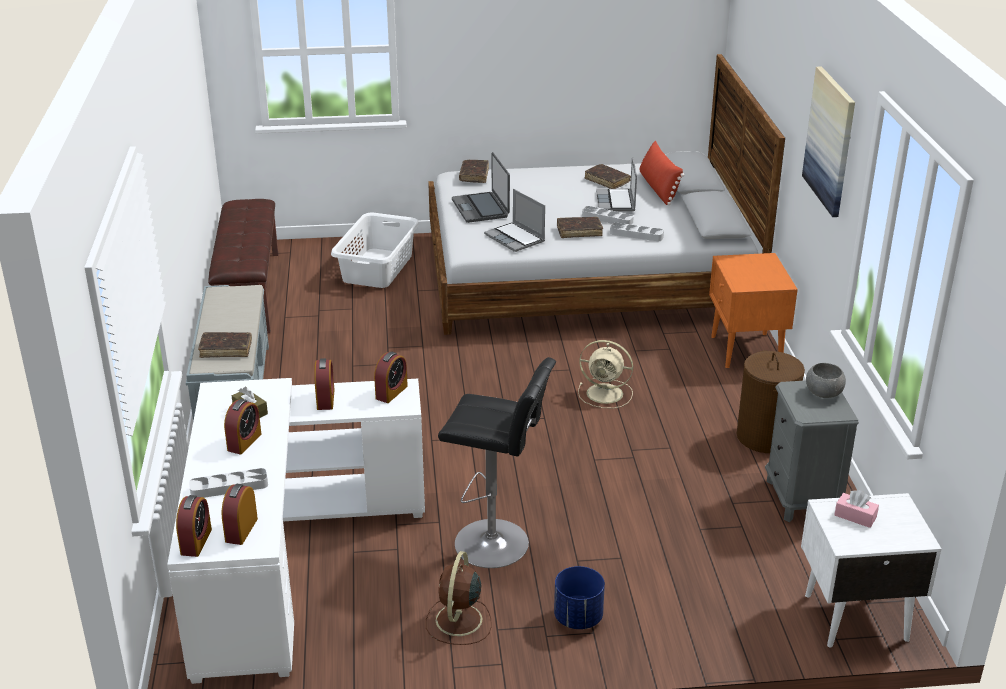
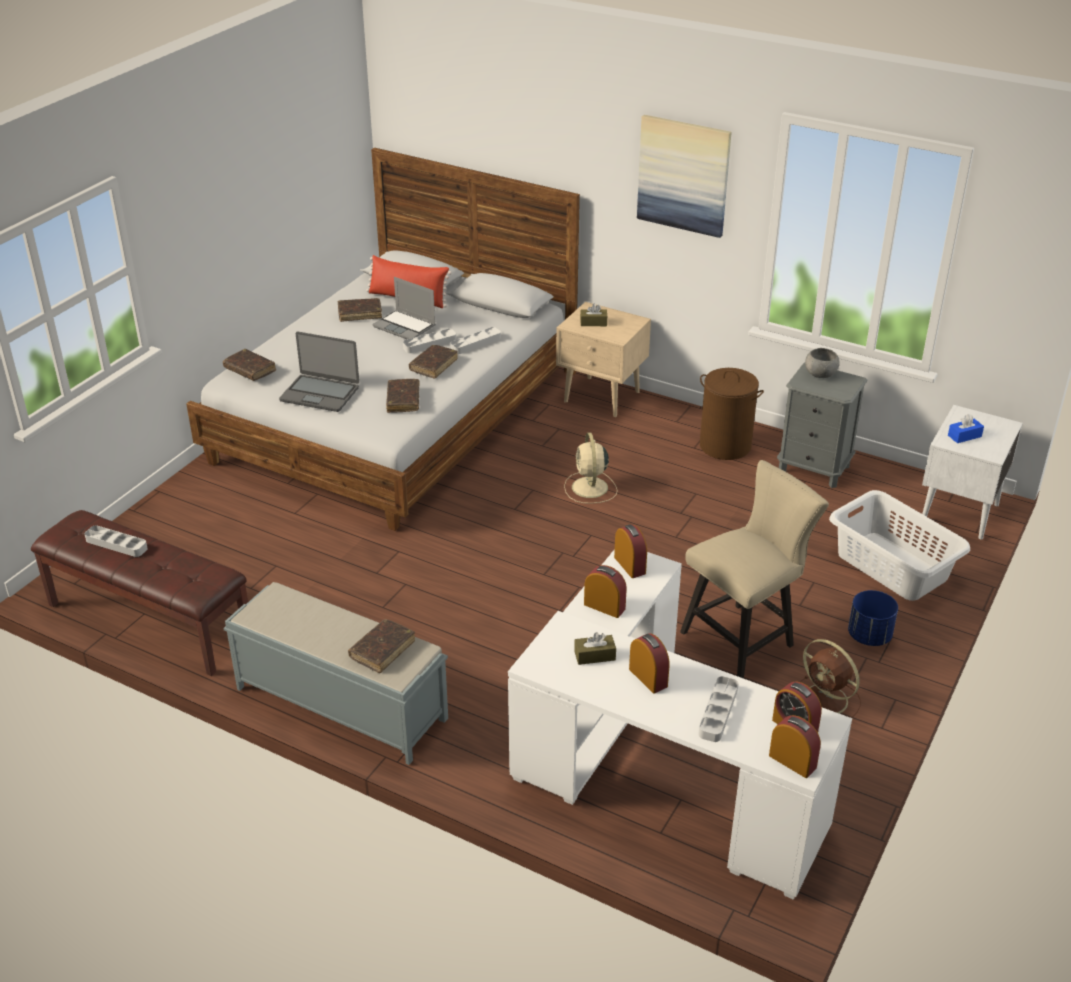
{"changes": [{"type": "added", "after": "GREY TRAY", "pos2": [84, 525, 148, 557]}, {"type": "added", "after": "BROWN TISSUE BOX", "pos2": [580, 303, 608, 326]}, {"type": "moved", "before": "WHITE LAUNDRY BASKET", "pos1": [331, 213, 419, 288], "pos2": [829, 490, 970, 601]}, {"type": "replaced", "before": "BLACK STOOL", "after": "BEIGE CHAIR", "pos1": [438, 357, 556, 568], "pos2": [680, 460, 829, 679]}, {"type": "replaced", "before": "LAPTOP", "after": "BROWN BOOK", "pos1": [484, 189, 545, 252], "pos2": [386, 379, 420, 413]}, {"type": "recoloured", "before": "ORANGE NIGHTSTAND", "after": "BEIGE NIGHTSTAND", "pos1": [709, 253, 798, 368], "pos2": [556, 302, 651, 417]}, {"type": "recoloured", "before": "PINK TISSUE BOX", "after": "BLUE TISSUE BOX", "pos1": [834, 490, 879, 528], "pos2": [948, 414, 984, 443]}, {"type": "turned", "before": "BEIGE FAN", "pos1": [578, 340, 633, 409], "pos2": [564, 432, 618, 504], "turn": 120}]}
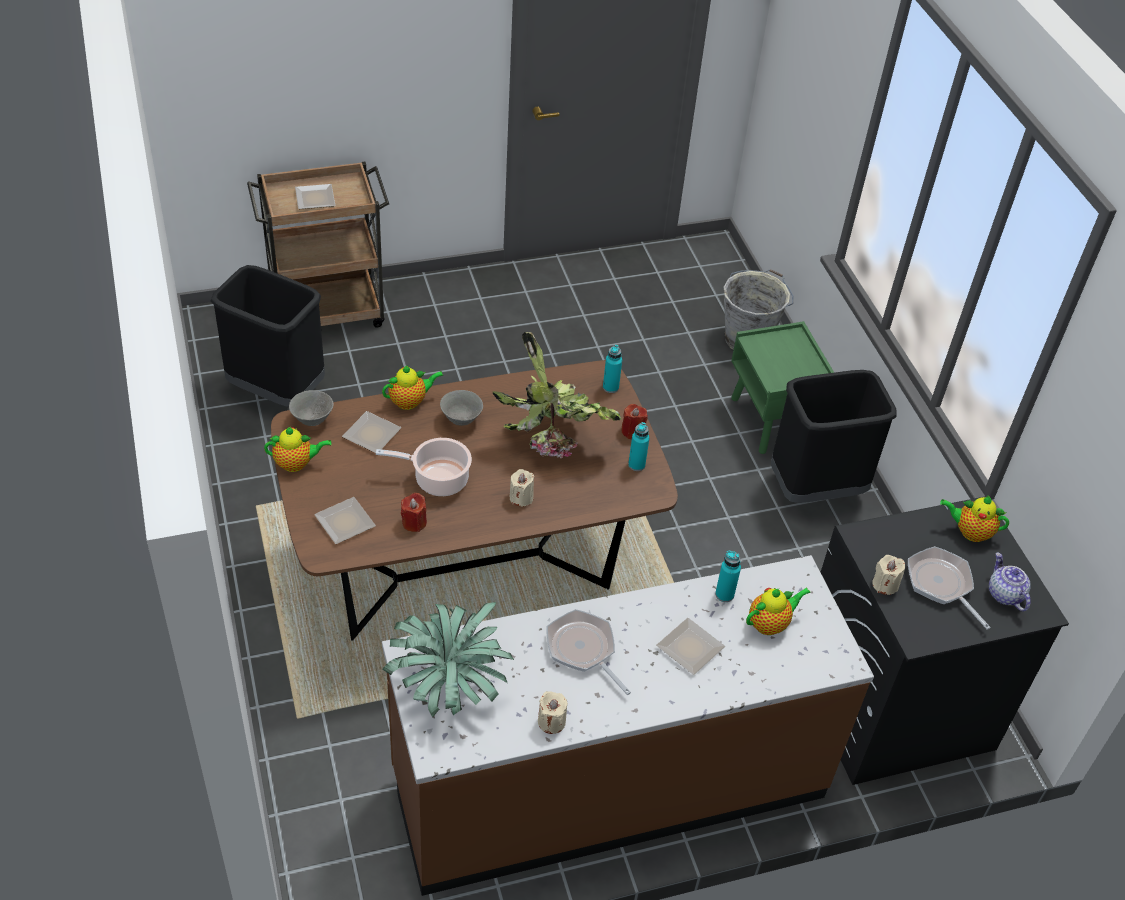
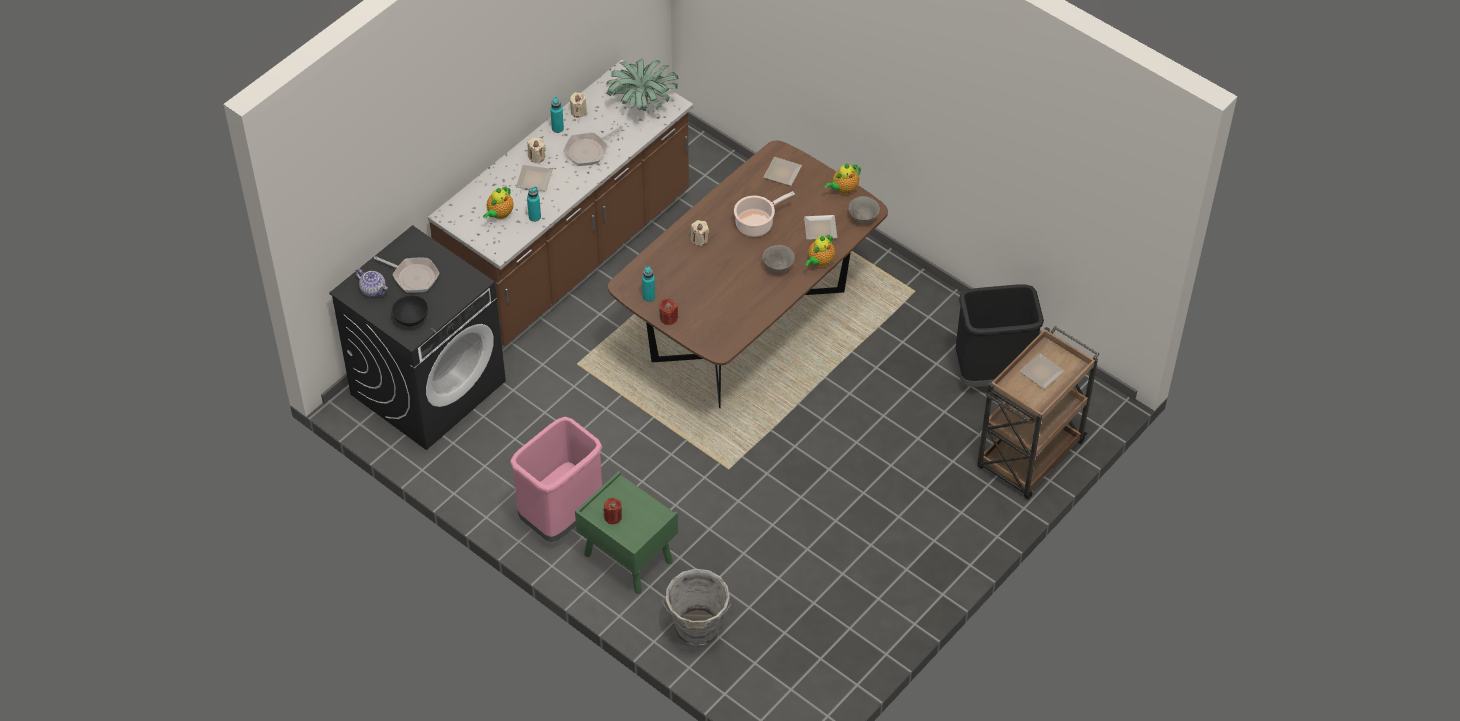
{"changes": [{"type": "removed", "before": "POTTED PLANT", "pos1": [493, 332, 621, 459]}, {"type": "moved", "before": "RED CANDLE", "pos1": [401, 493, 427, 532], "pos2": [604, 498, 622, 524]}, {"type": "moved", "before": "TURQUOISE BOTTLE", "pos1": [603, 345, 622, 393], "pos2": [550, 97, 564, 133]}, {"type": "moved", "before": "BEIGE CANDLE", "pos1": [872, 555, 905, 595], "pos2": [527, 137, 546, 163]}, {"type": "replaced", "before": "TEAPOT", "after": "BLACK BOWL", "pos1": [940, 496, 1009, 542], "pos2": [392, 295, 428, 327]}, {"type": "recoloured", "before": "BLACK TRASH CAN", "after": "PINK TRASH CAN", "pos1": [771, 370, 896, 503], "pos2": [510, 417, 602, 542]}, {"type": "turned", "before": "FRYING PAN", "pos1": [547, 609, 631, 695], "pos2": [563, 126, 623, 166], "turn": 120}]}
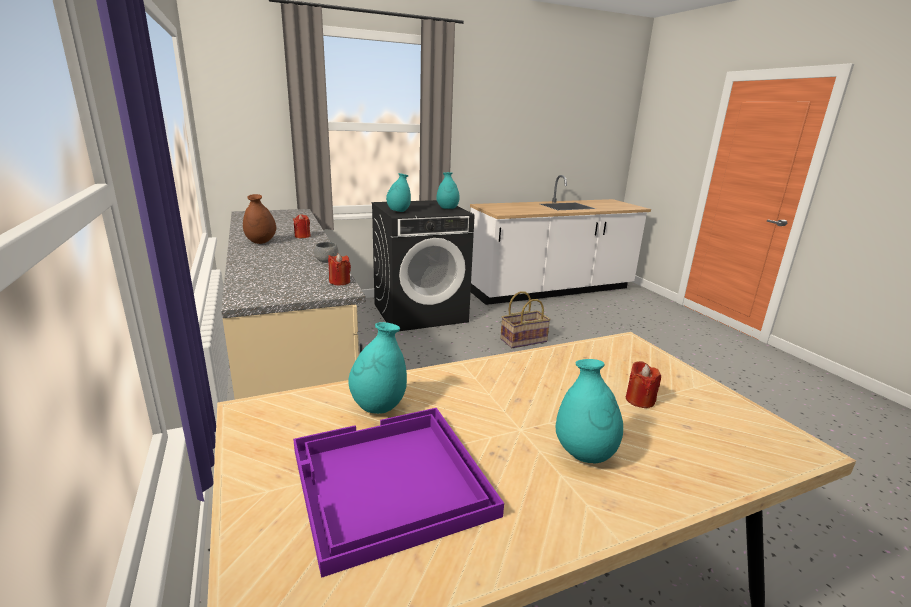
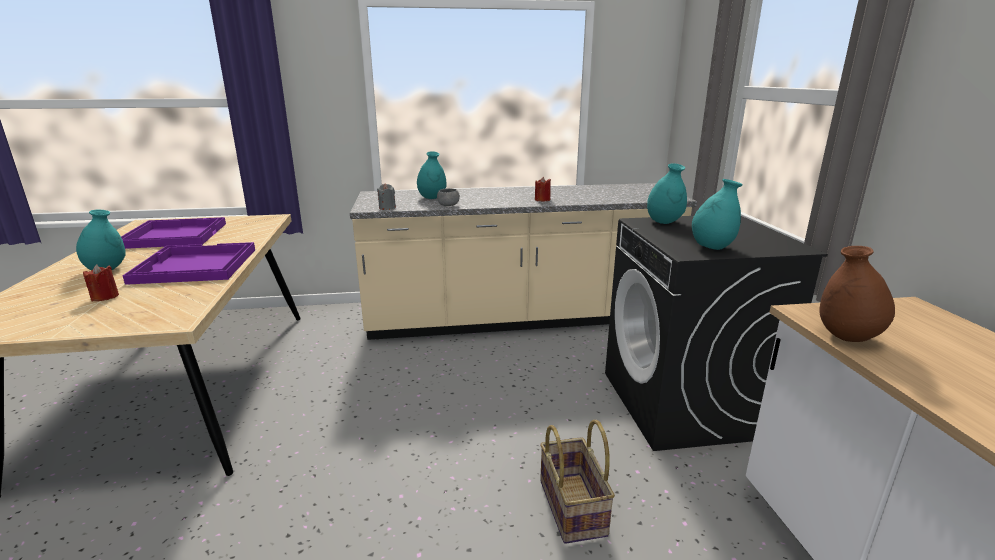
{"changes": [{"type": "added", "after": "PURPLE TRAY", "pos2": [123, 242, 255, 285]}, {"type": "moved", "before": "BROWN VASE", "pos1": [243, 194, 276, 244], "pos2": [820, 246, 895, 342]}, {"type": "moved", "before": "TURQUOISE VASE", "pos1": [348, 322, 407, 414], "pos2": [417, 151, 447, 199]}, {"type": "recoloured", "before": "RED CANDLE", "after": "GREY CANDLE", "pos1": [328, 253, 351, 285], "pos2": [377, 183, 396, 210]}]}
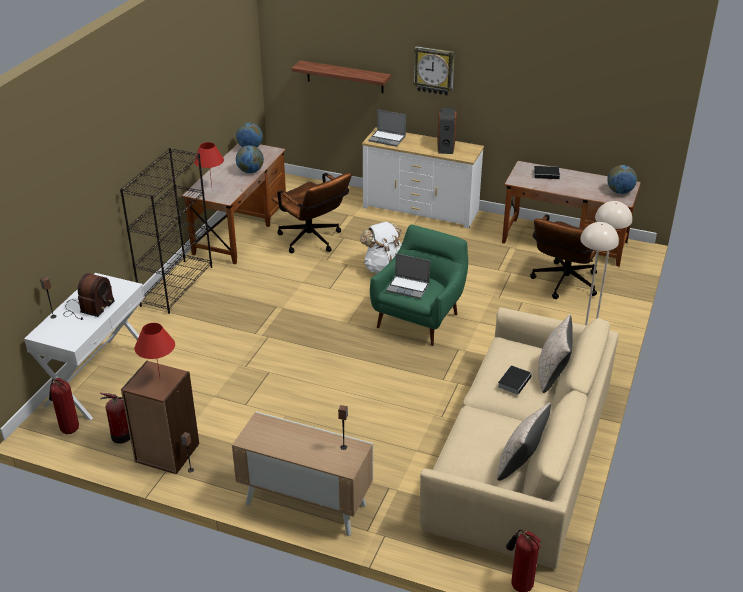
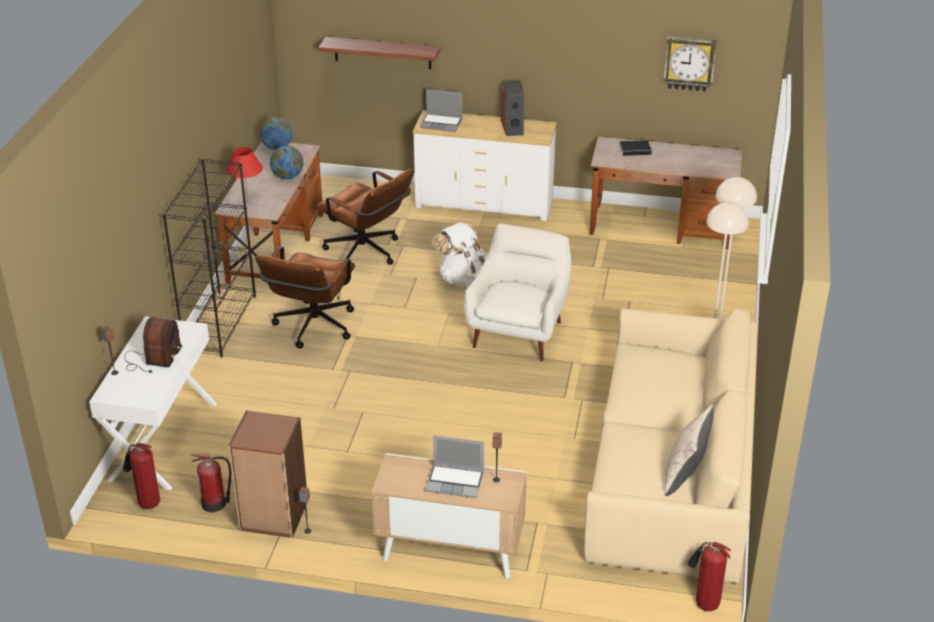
{"changes": [{"type": "removed", "before": "RED TABLE LAMP", "pos1": [135, 323, 175, 376]}, {"type": "removed", "before": "BOOK", "pos1": [498, 365, 532, 395]}, {"type": "removed", "before": "BEIGE PILLOW", "pos1": [538, 315, 573, 393]}, {"type": "removed", "before": "GLOBE", "pos1": [607, 165, 637, 194]}, {"type": "moved", "before": "LAPTOP", "pos1": [386, 253, 430, 299], "pos2": [426, 435, 484, 498]}, {"type": "moved", "before": "WALL CLOCK", "pos1": [413, 46, 455, 95], "pos2": [664, 36, 717, 92]}, {"type": "moved", "before": "BROWN OFFICE CHAIR", "pos1": [530, 214, 597, 299], "pos2": [255, 246, 355, 349]}, {"type": "recoloured", "before": "GREEN ARMCHAIR", "after": "WHITE ARMCHAIR", "pos1": [370, 225, 468, 346], "pos2": [464, 224, 571, 361]}]}
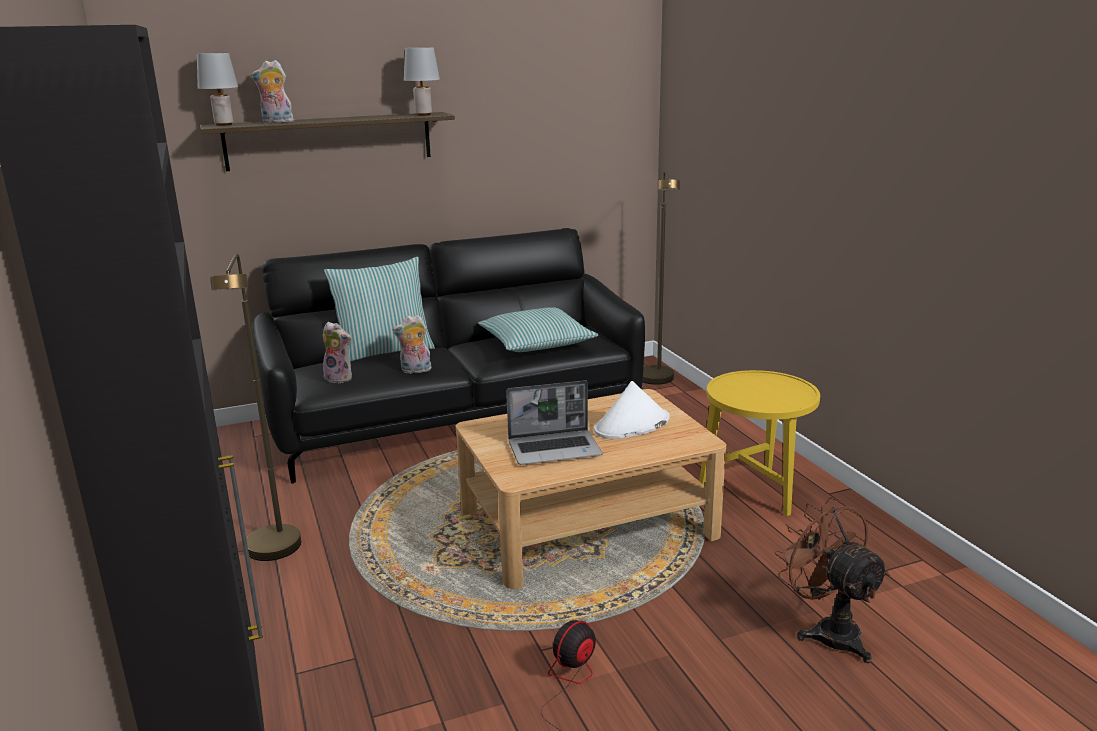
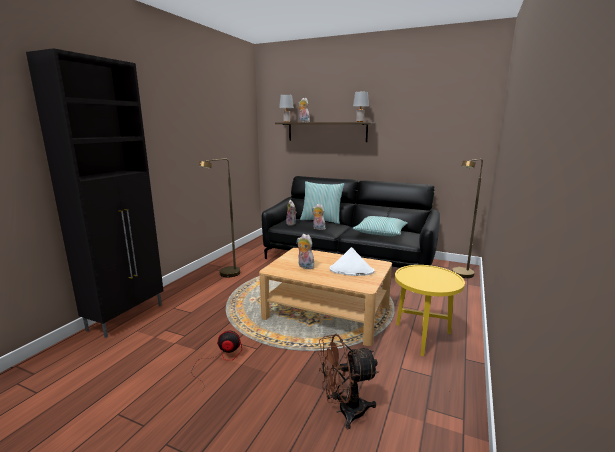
{"changes": [{"type": "replaced", "before": "LAPTOP", "after": "PLUSH TOY", "pos1": [506, 380, 602, 465], "pos2": [297, 234, 314, 269]}, {"type": "turned", "before": "BROWN FAN", "pos1": [775, 497, 890, 663], "pos2": [318, 334, 379, 429], "turn": -120}]}
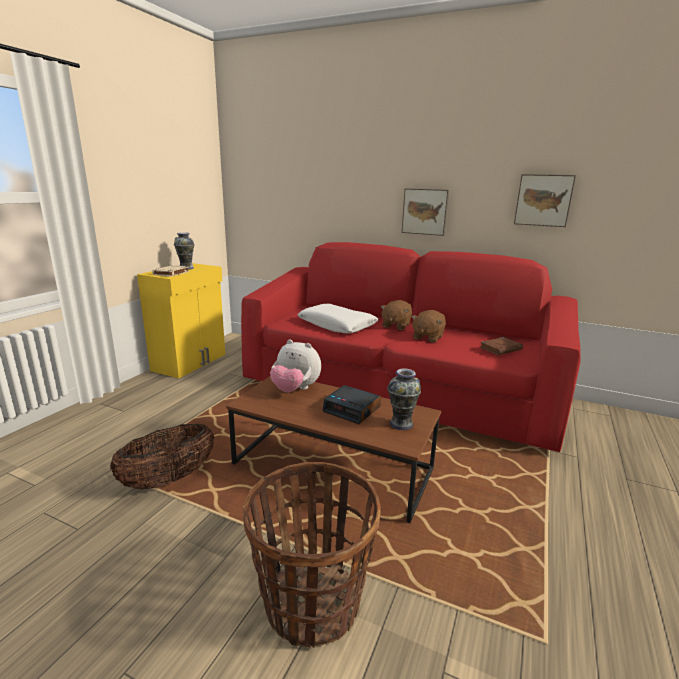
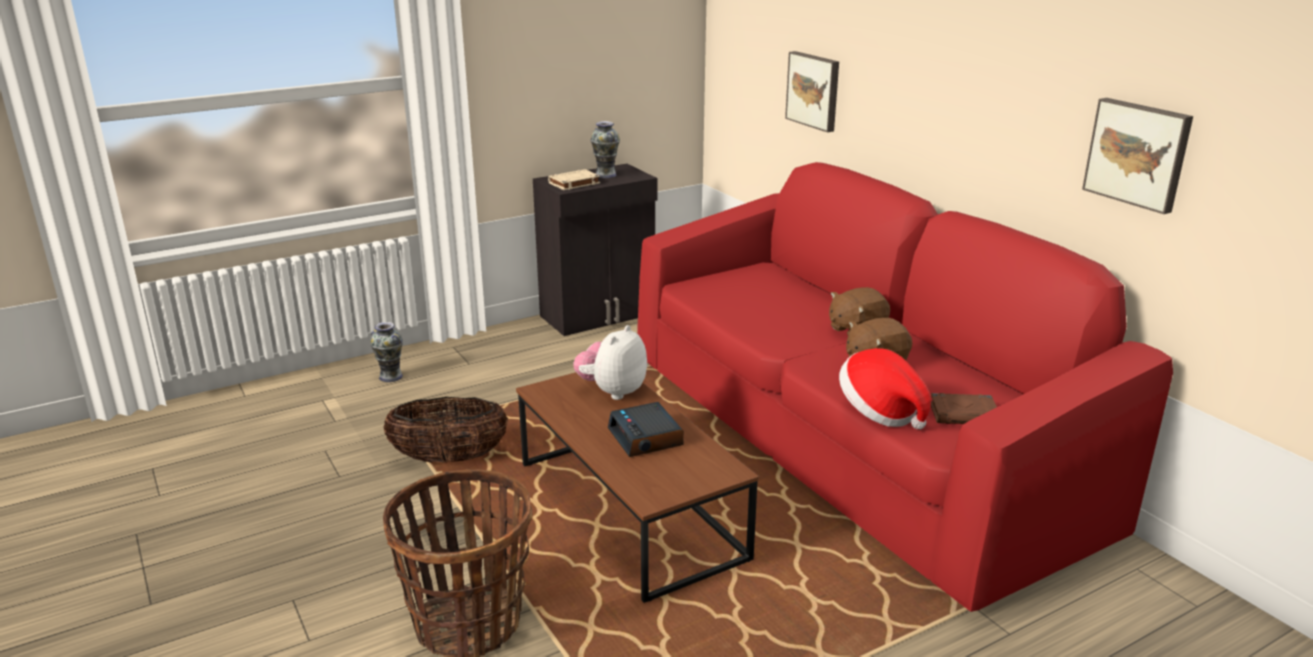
{"changes": [{"type": "removed", "before": "WHITE PILLOW", "pos1": [297, 304, 378, 333]}, {"type": "added", "after": "HAT", "pos2": [839, 348, 931, 429]}, {"type": "moved", "before": "VASE", "pos1": [387, 368, 421, 430], "pos2": [370, 322, 403, 382]}, {"type": "moved", "before": "PICTURE", "pos1": [402, 188, 449, 236], "pos2": [785, 51, 839, 132]}, {"type": "recoloured", "before": "YELLOW CABINET", "after": "BLACK CABINET", "pos1": [137, 263, 225, 378], "pos2": [533, 164, 658, 336]}, {"type": "turned", "before": "PLUSH TOY", "pos1": [270, 340, 321, 392], "pos2": [573, 325, 647, 400], "turn": 60}]}
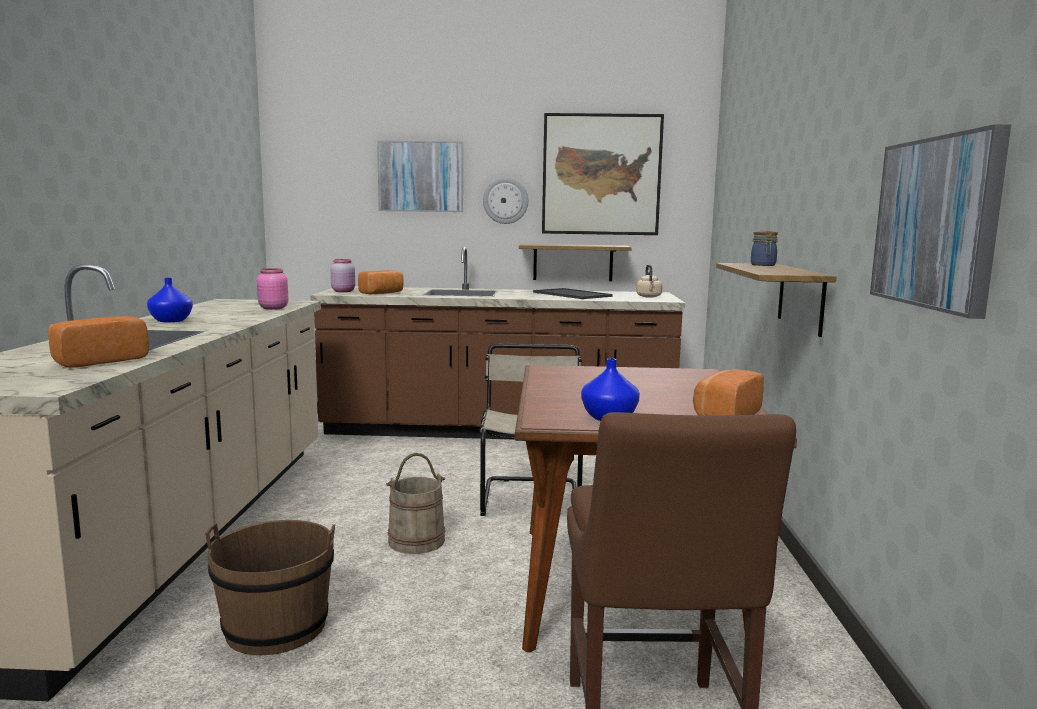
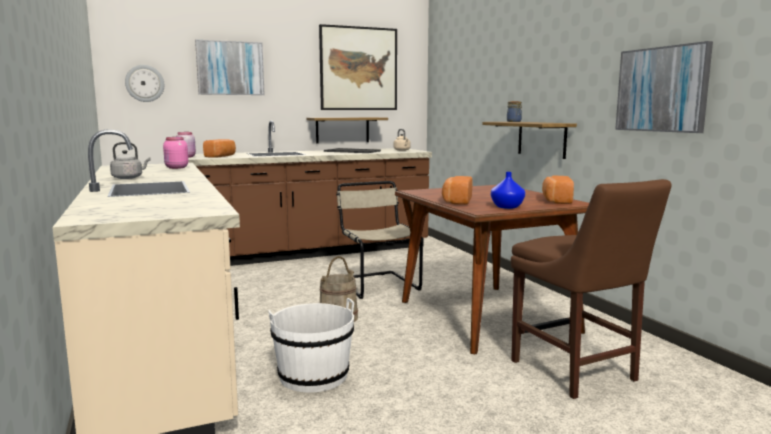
{"changes": [{"type": "moved", "before": "BREAD", "pos1": [48, 316, 149, 368], "pos2": [442, 176, 472, 205]}, {"type": "moved", "before": "WALL CLOCK", "pos1": [483, 177, 528, 224], "pos2": [125, 65, 164, 102]}, {"type": "replaced", "before": "BLUE VASE", "after": "GREY KETTLE", "pos1": [147, 278, 193, 322], "pos2": [110, 142, 151, 179]}, {"type": "recoloured", "before": "BROWN BUCKET", "after": "WHITE BUCKET", "pos1": [205, 520, 335, 655], "pos2": [268, 298, 354, 392]}]}
